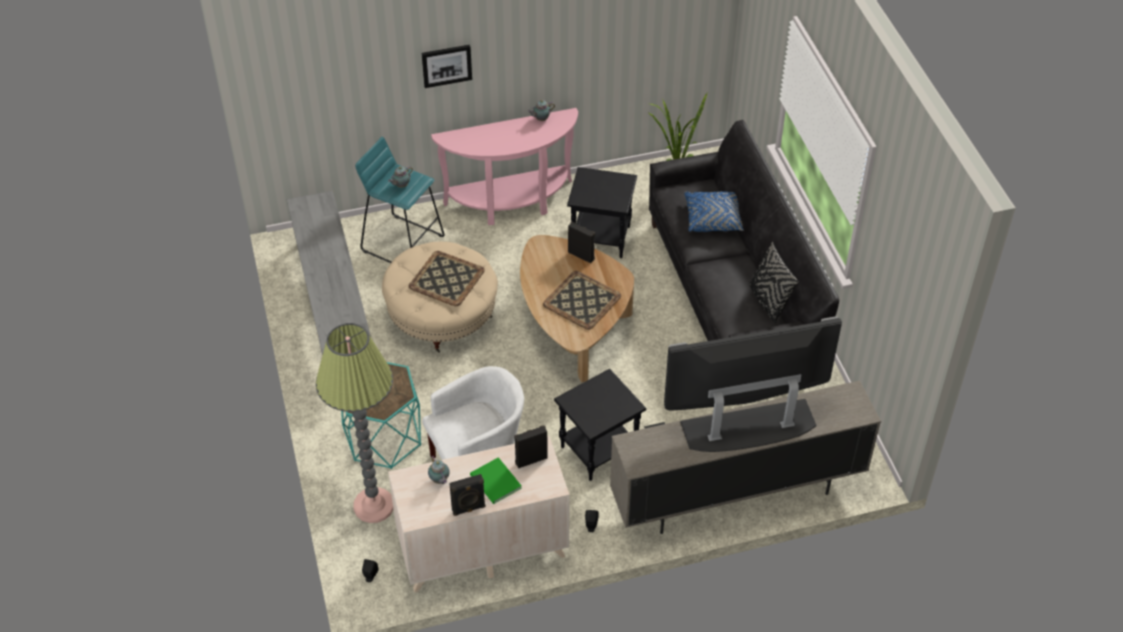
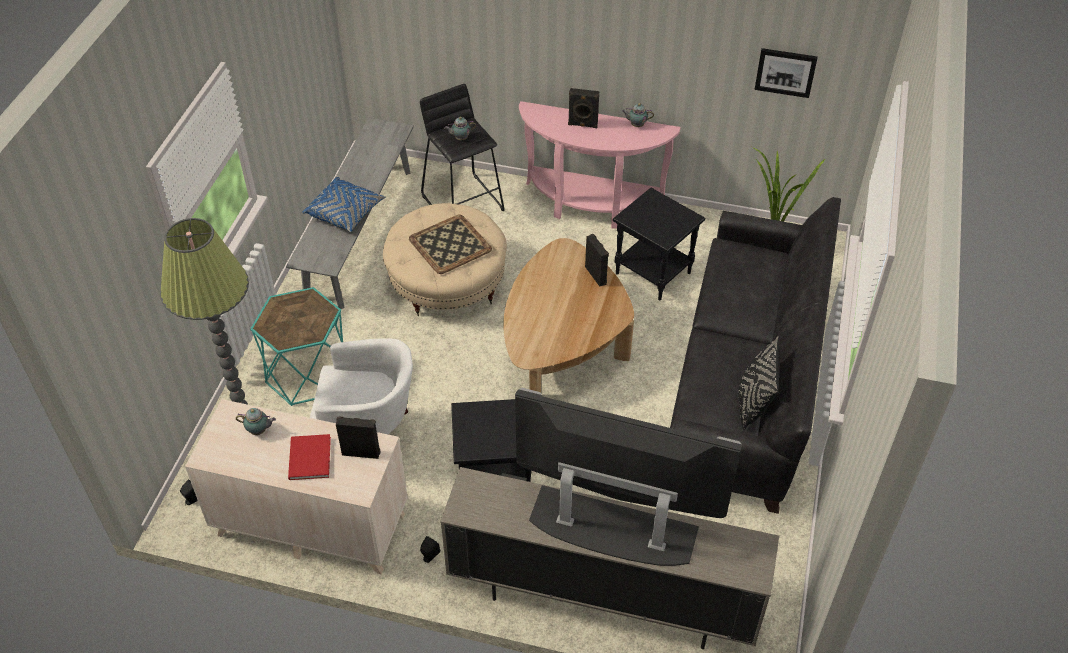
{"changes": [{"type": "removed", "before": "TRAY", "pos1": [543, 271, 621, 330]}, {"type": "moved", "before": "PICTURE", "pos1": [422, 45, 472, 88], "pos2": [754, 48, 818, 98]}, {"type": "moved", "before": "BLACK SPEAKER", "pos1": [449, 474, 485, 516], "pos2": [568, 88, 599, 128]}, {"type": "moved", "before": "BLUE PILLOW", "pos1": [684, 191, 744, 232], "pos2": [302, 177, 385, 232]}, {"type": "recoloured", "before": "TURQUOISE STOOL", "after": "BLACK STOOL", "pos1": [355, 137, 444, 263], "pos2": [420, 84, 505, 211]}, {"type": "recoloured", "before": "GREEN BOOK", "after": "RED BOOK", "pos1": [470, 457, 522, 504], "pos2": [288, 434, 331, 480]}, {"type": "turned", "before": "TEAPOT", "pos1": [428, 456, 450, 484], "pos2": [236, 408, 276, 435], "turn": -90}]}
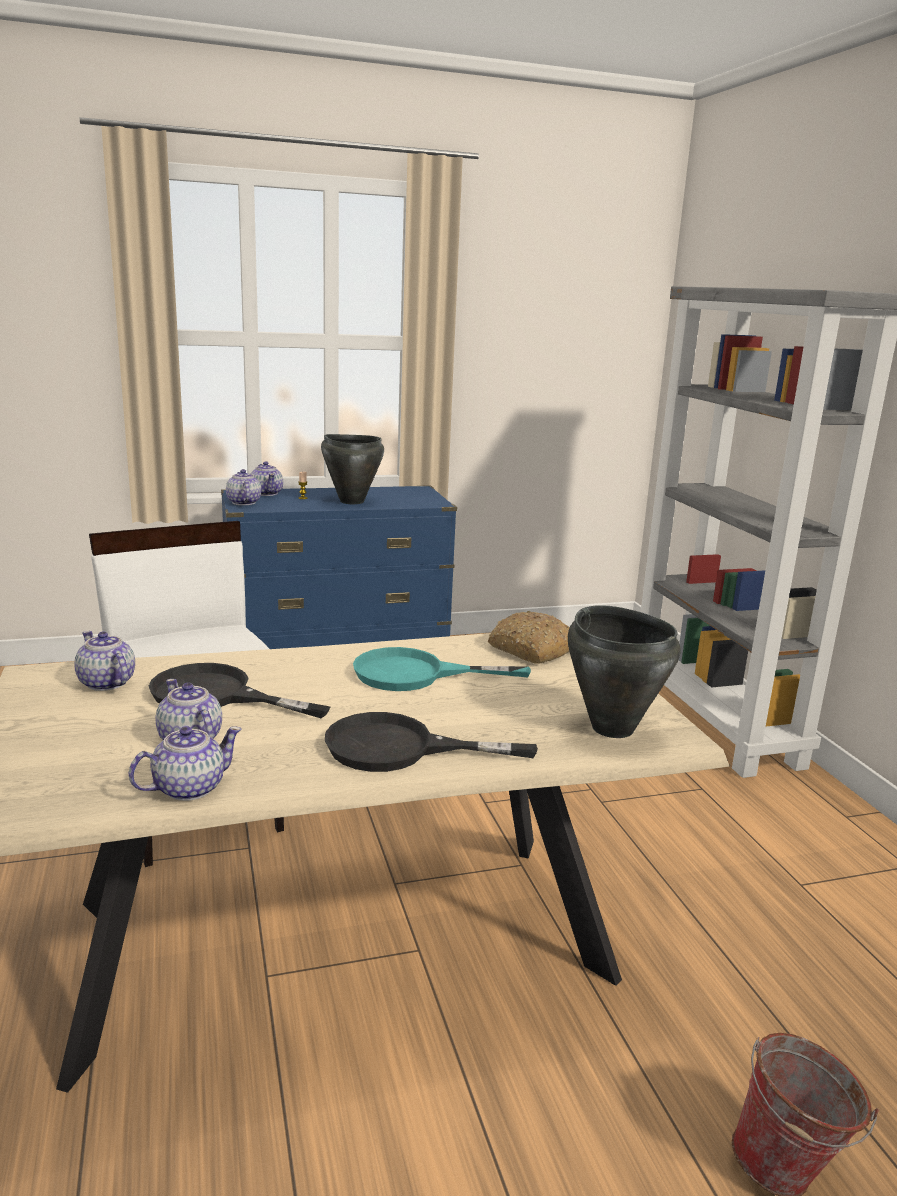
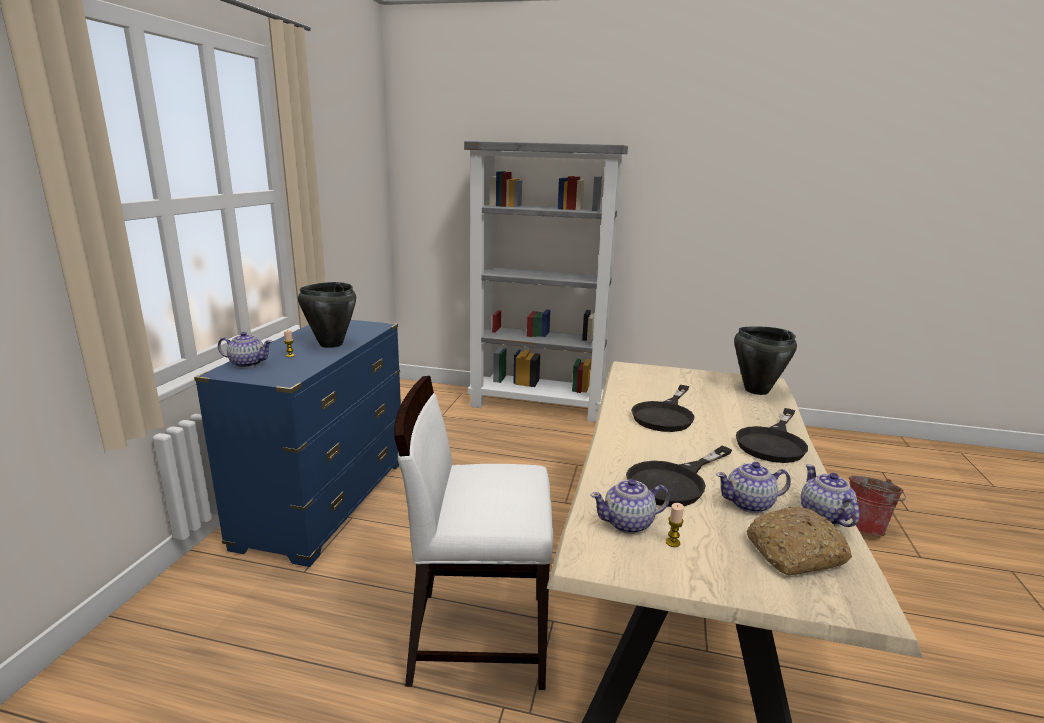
{"changes": [{"type": "removed", "before": "TEAPOT", "pos1": [226, 469, 261, 505]}, {"type": "added", "after": "CANDLE", "pos2": [666, 503, 684, 547]}, {"type": "moved", "before": "BREAD", "pos1": [488, 611, 570, 663], "pos2": [747, 506, 852, 575]}, {"type": "recoloured", "before": "TURQUOISE FRYING PAN", "after": "BLACK FRYING PAN", "pos1": [353, 647, 531, 691], "pos2": [631, 385, 695, 432]}]}
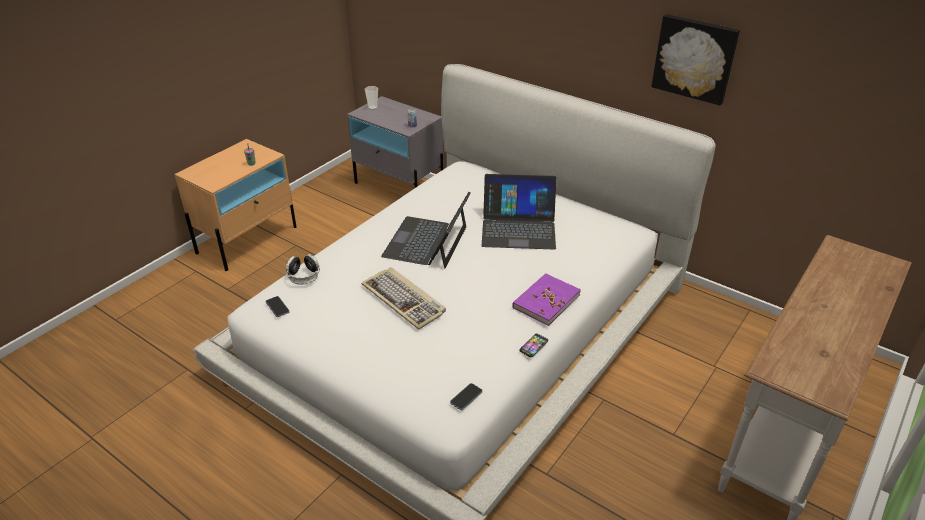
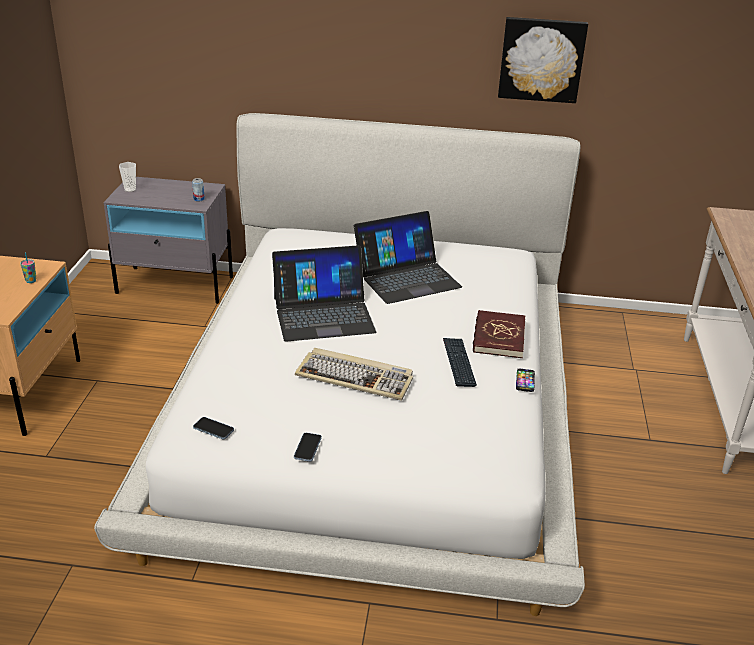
{"changes": [{"type": "removed", "before": "HEADPHONES", "pos1": [286, 254, 320, 285]}, {"type": "added", "after": "KEYBOARD", "pos2": [443, 338, 477, 387]}, {"type": "moved", "before": "PHONE", "pos1": [450, 383, 483, 410], "pos2": [294, 433, 322, 462]}, {"type": "recoloured", "before": "PURPLE BOOK", "after": "RED BOOK", "pos1": [512, 273, 581, 326], "pos2": [473, 310, 525, 358]}, {"type": "turned", "before": "LAPTOP", "pos1": [381, 192, 471, 268], "pos2": [272, 245, 376, 342], "turn": -90}]}
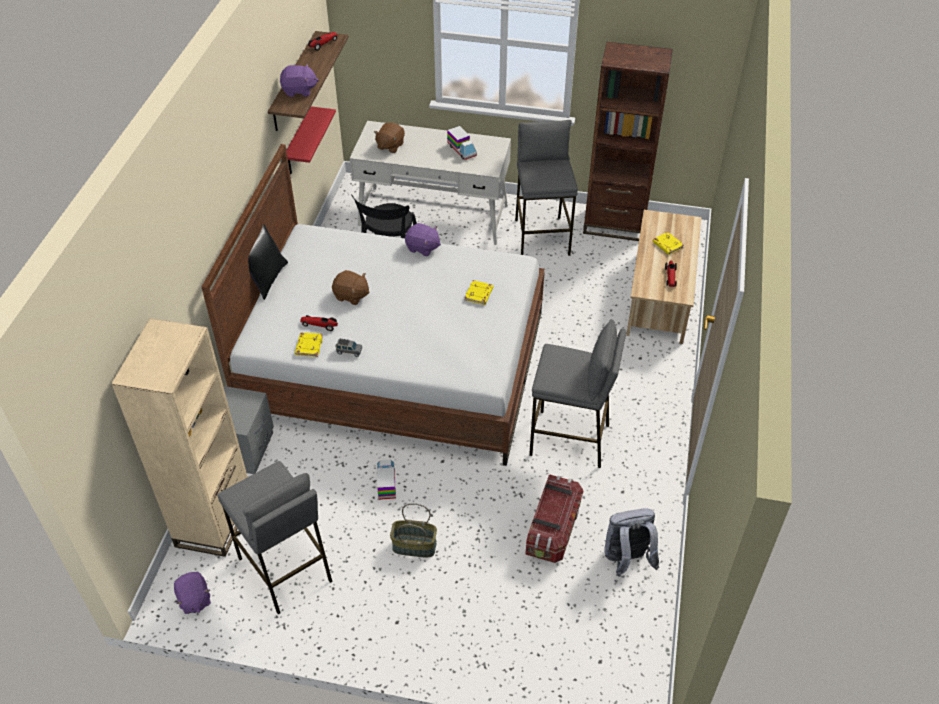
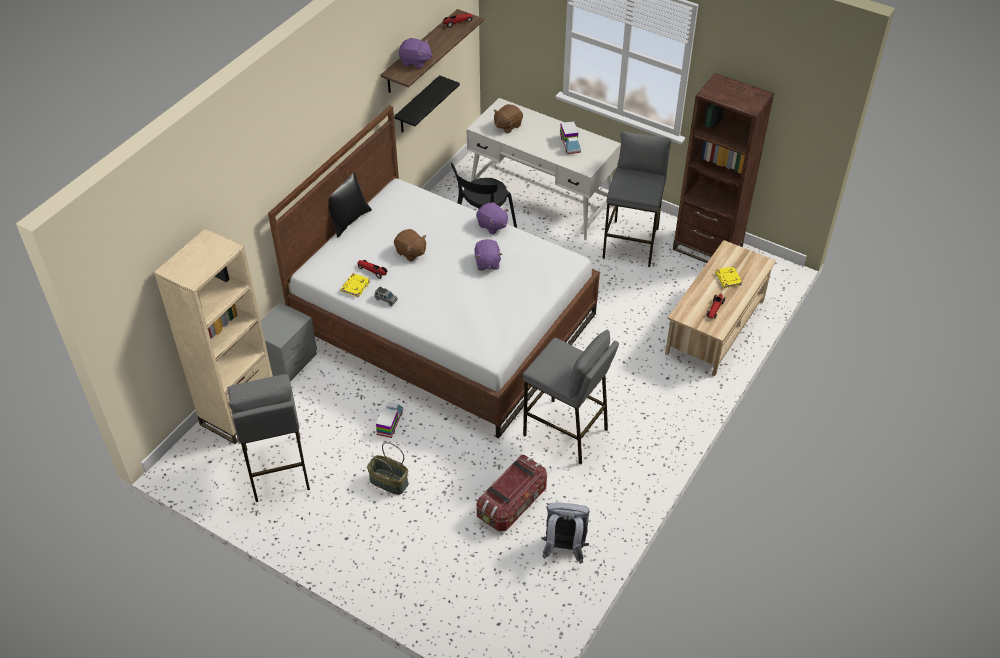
{"changes": [{"type": "removed", "before": "YELLOW BOOK", "pos1": [464, 280, 493, 305]}, {"type": "moved", "before": "PURPLE PLUSH TOY", "pos1": [174, 572, 211, 614], "pos2": [474, 239, 502, 270]}, {"type": "recoloured", "before": "RED SHELF", "after": "BLACK SHELF", "pos1": [286, 106, 336, 174], "pos2": [394, 75, 460, 133]}]}
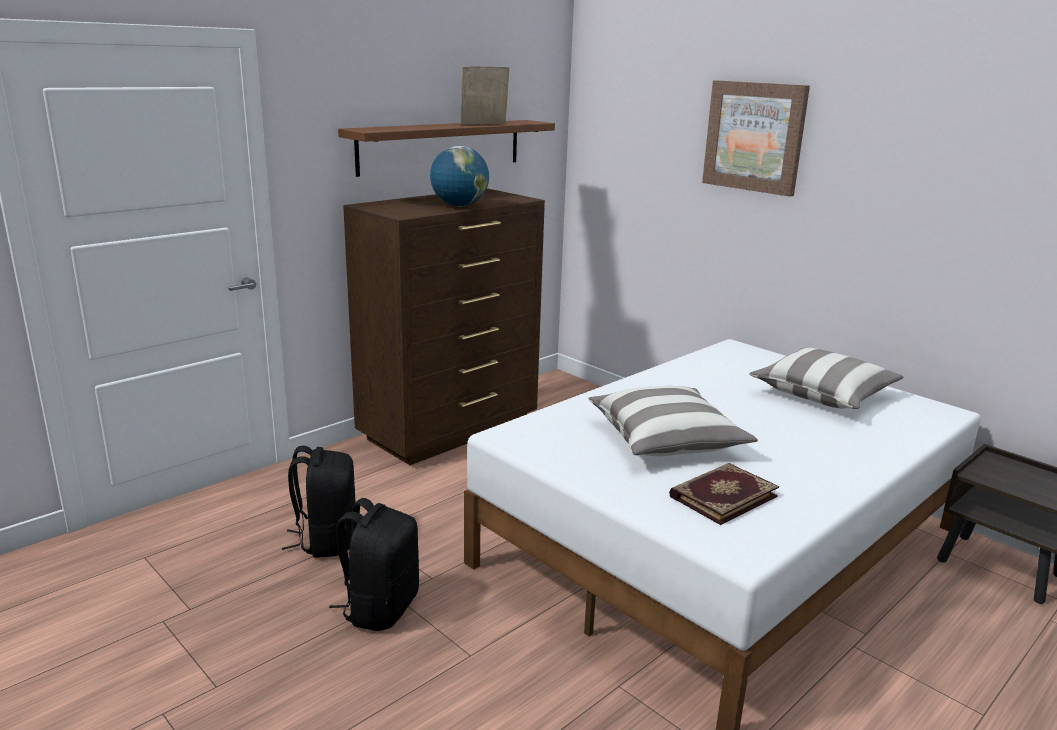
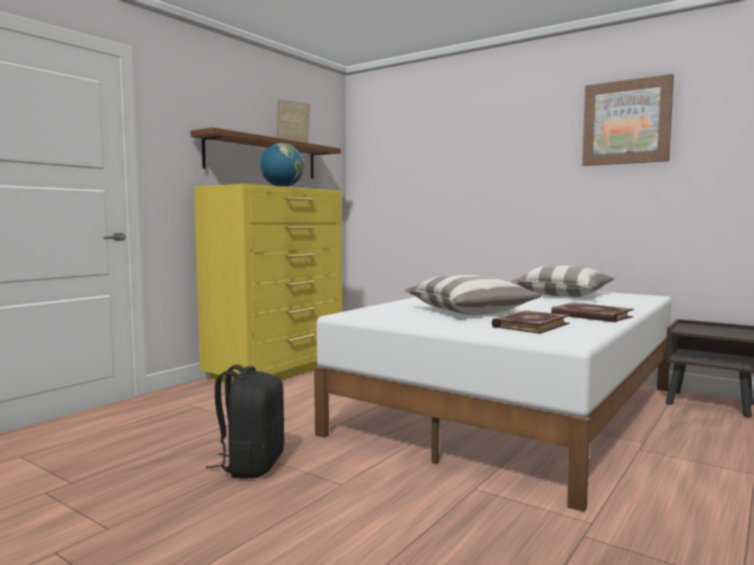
{"changes": [{"type": "removed", "before": "BLACK BACKPACK", "pos1": [282, 446, 356, 558]}, {"type": "added", "after": "BOOK", "pos2": [551, 302, 634, 322]}, {"type": "moved", "before": "PICTURE", "pos1": [702, 80, 810, 197], "pos2": [582, 74, 674, 166]}, {"type": "recoloured", "before": "BROWN DRESSER", "after": "YELLOW DRESSER", "pos1": [343, 188, 545, 465], "pos2": [194, 184, 342, 385]}]}
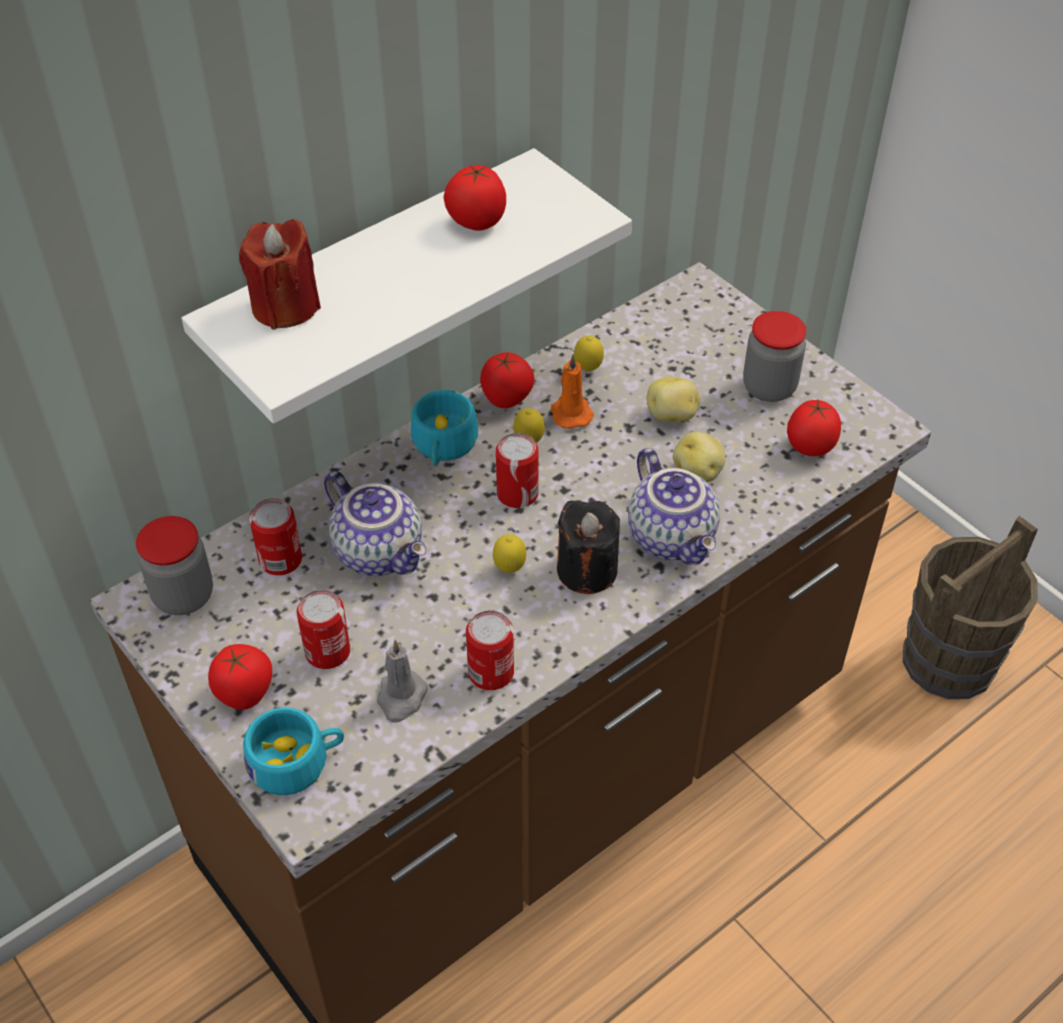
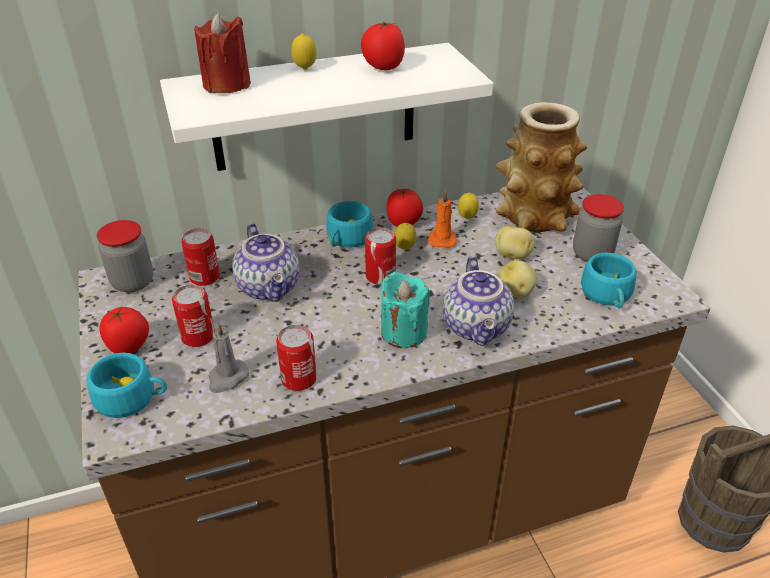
{"changes": [{"type": "added", "after": "VASE", "pos2": [496, 102, 587, 232]}, {"type": "moved", "before": "LEMON", "pos1": [493, 534, 526, 573], "pos2": [291, 34, 317, 70]}, {"type": "replaced", "before": "TOMATO", "after": "TURQUOISE CUP", "pos1": [787, 400, 841, 456], "pos2": [581, 253, 637, 308]}, {"type": "recoloured", "before": "BLACK CANDLE", "after": "TURQUOISE CANDLE", "pos1": [557, 500, 620, 594], "pos2": [381, 272, 430, 348]}]}
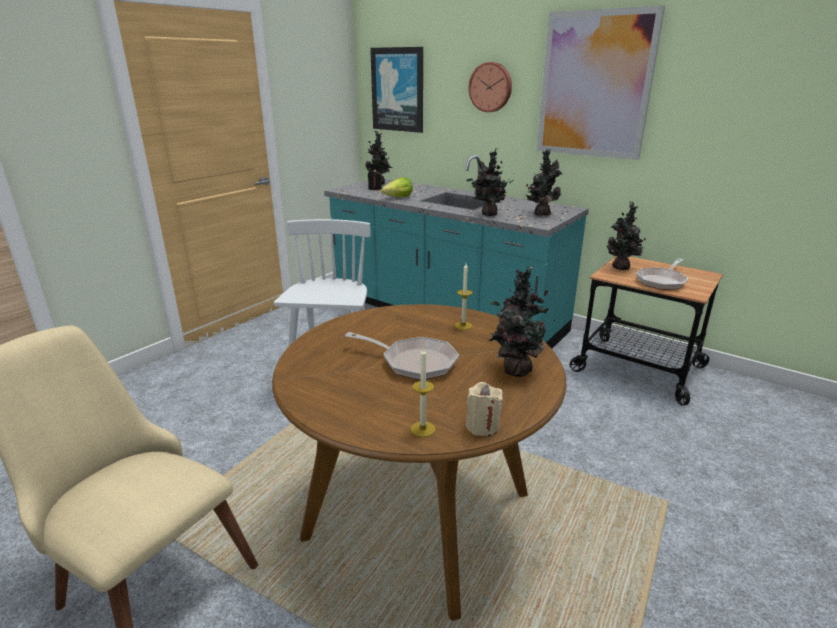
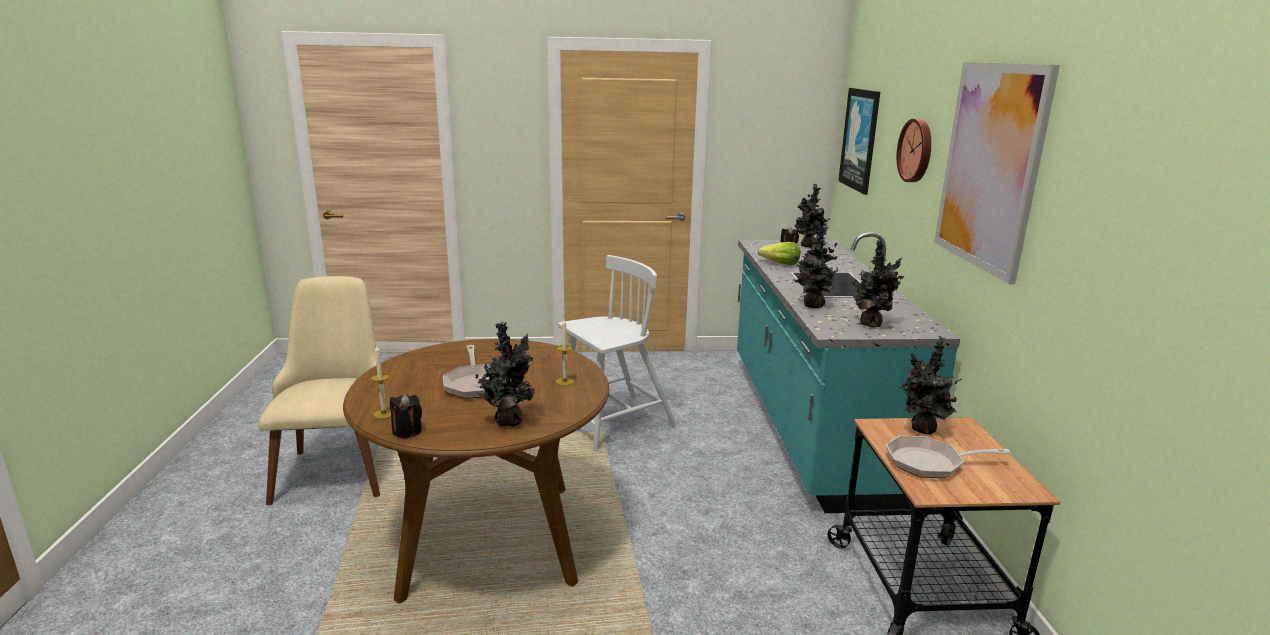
{"changes": [{"type": "recoloured", "before": "BEIGE CANDLE", "after": "BLACK CANDLE", "pos1": [466, 382, 503, 436], "pos2": [390, 394, 422, 438]}]}
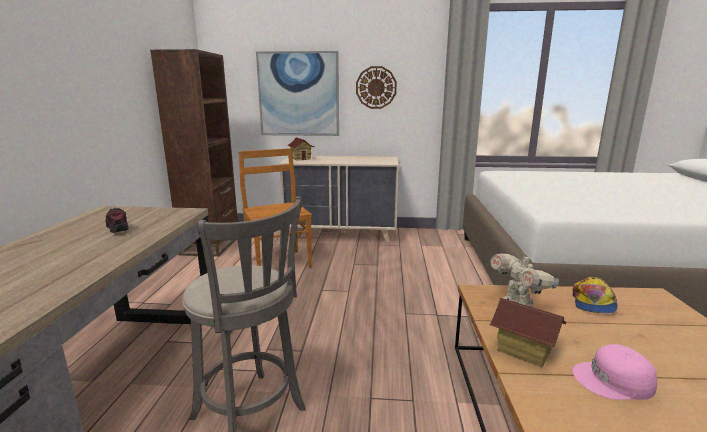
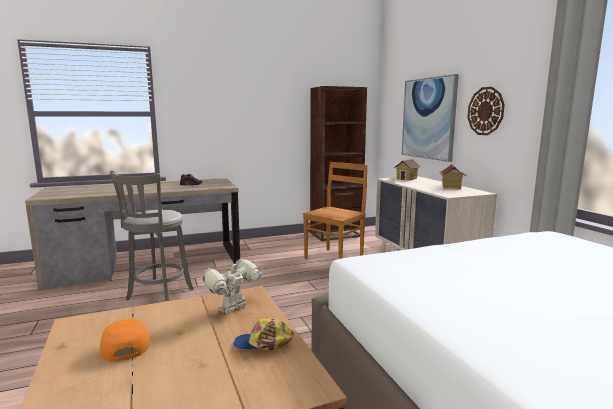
{"changes": [{"type": "moved", "before": "TOY HOUSE", "pos1": [489, 298, 567, 367], "pos2": [439, 164, 467, 189]}, {"type": "recoloured", "before": "PINK CAP", "after": "ORANGE CAP", "pos1": [572, 344, 657, 400], "pos2": [100, 319, 150, 362]}]}
